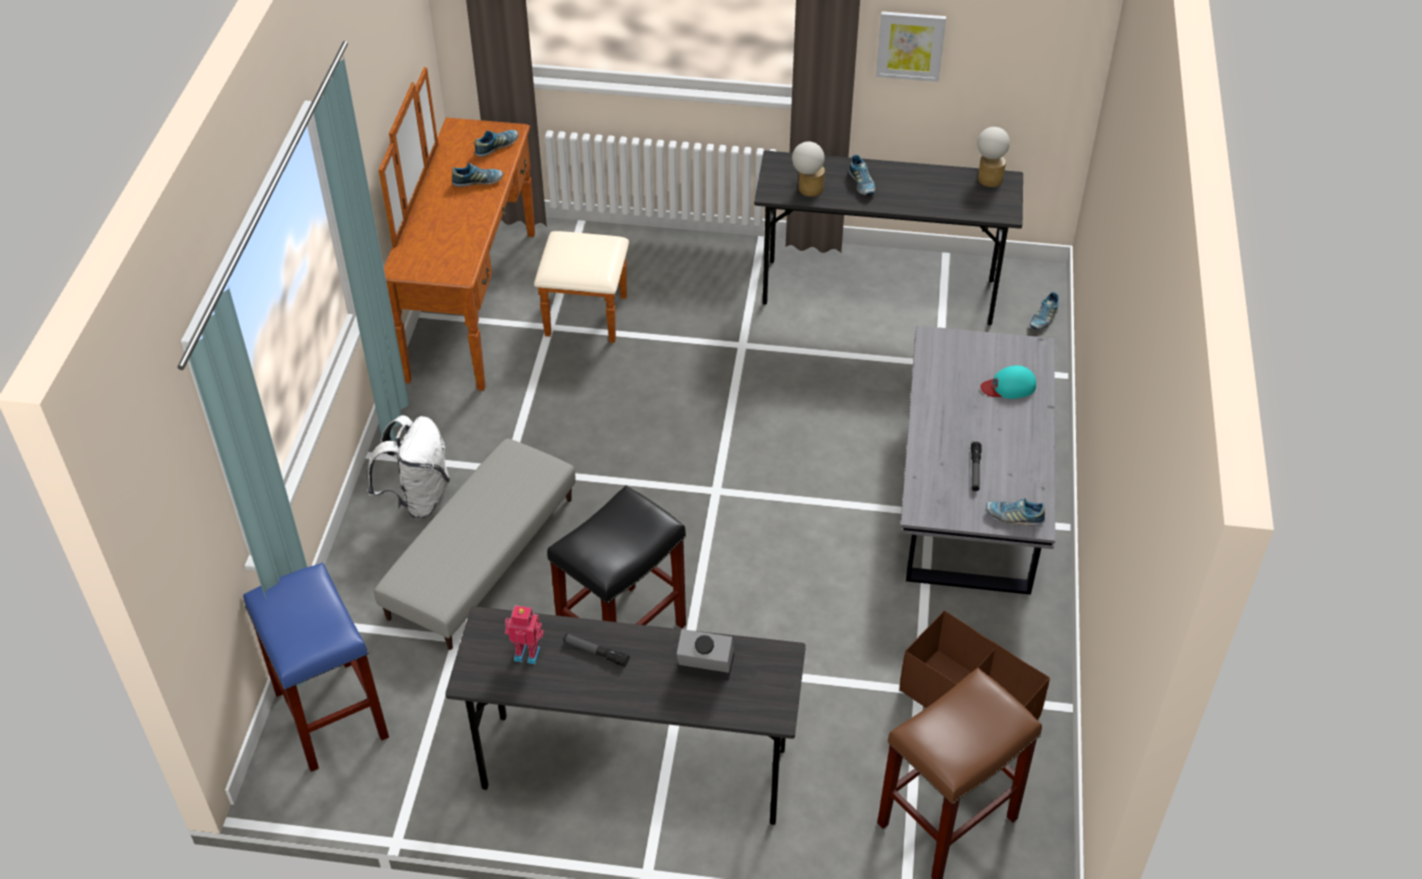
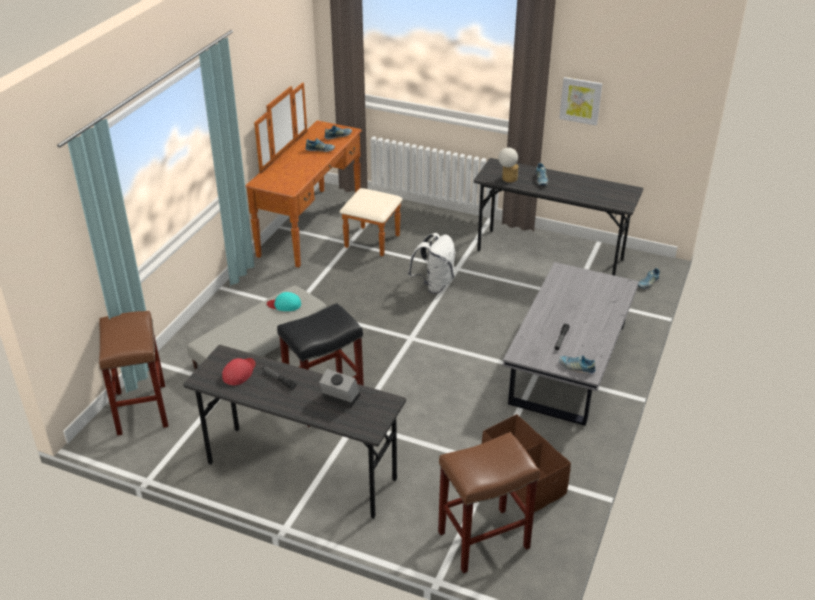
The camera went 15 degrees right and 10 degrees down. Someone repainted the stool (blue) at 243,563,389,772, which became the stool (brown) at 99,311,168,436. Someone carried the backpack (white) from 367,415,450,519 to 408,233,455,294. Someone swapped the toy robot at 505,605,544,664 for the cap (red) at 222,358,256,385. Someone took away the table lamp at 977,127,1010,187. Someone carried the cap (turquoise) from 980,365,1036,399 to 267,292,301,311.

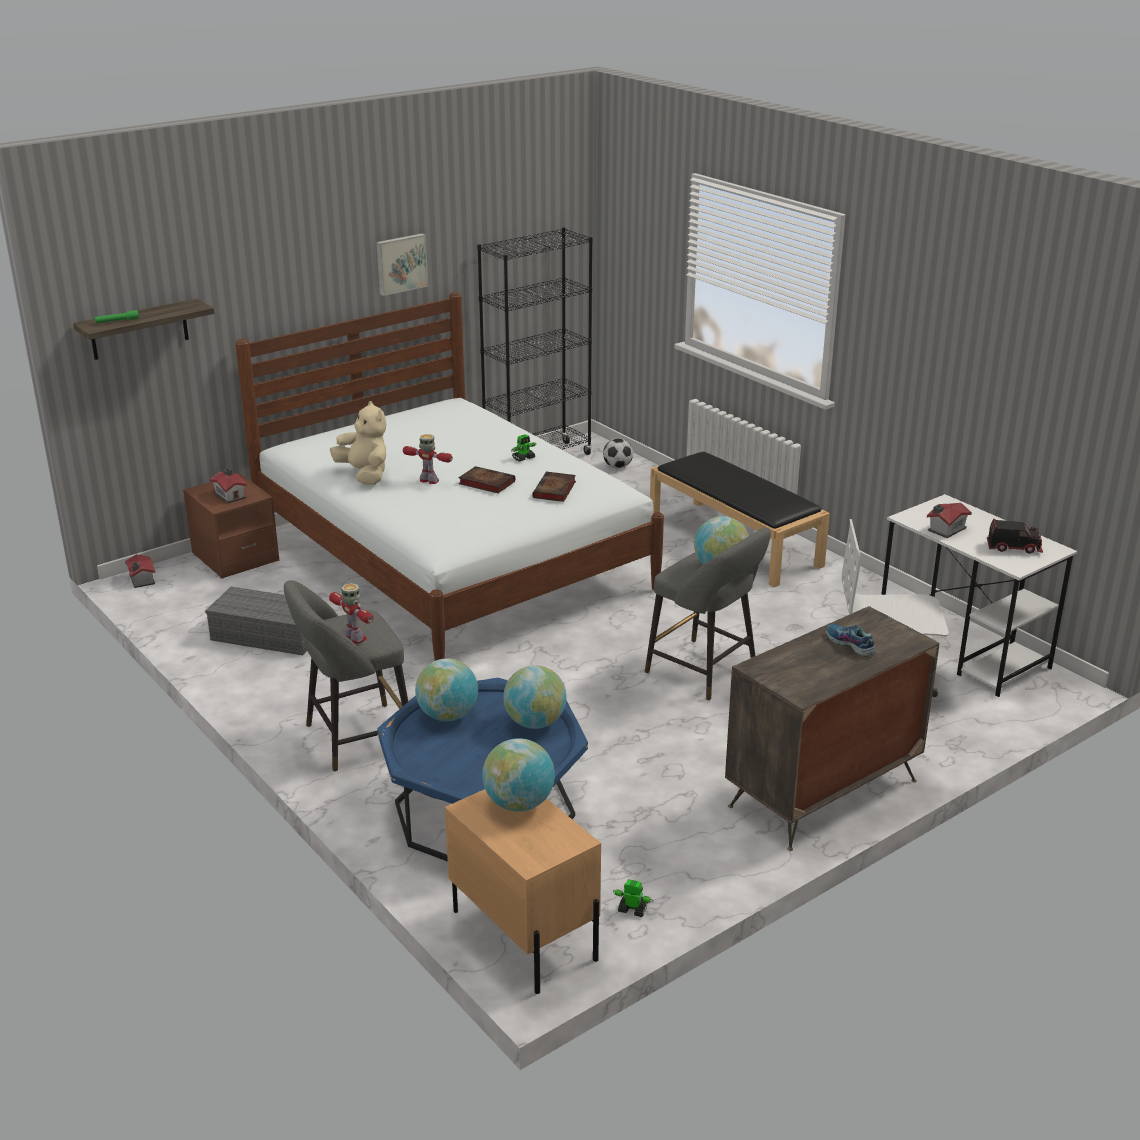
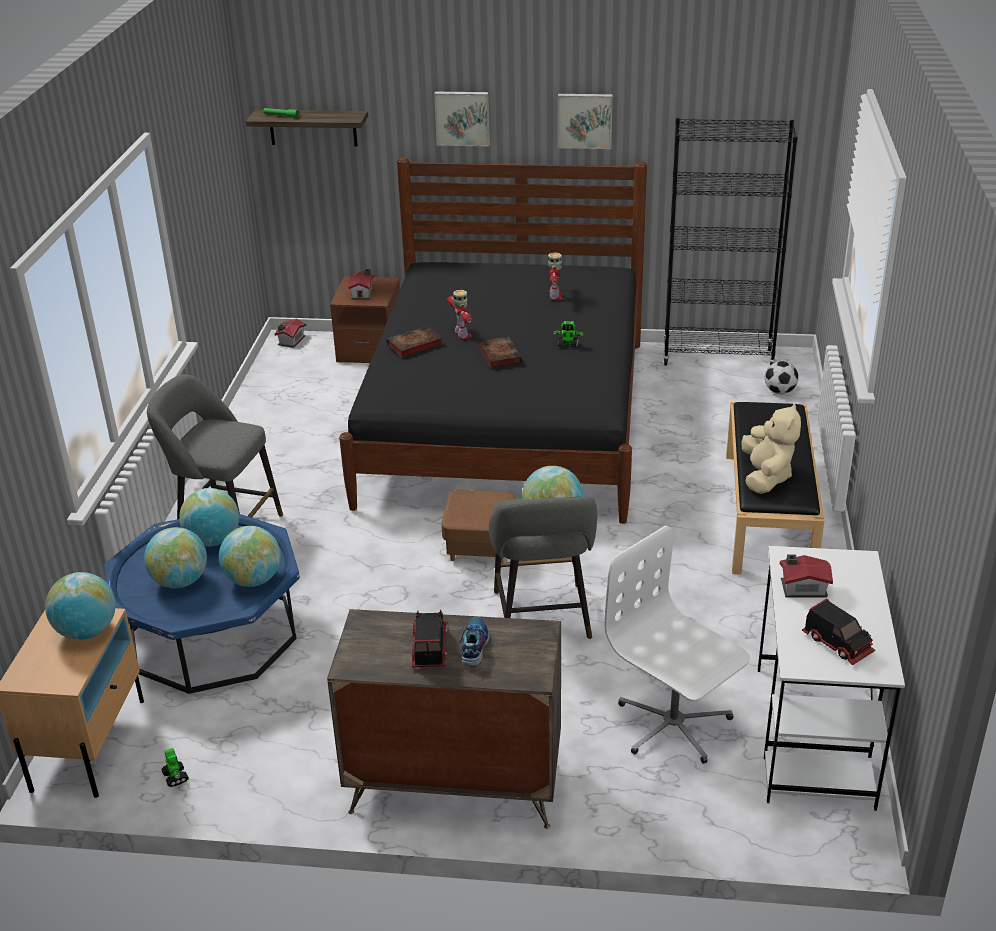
The camera went 45 degrees right and 5 degrees up. Someone took away the storage box (grey) at 205,587,307,655. Someone repainted the bed (white) at 235,292,664,661, which became the bed (black) at 339,157,647,524. Someone carried the toy robot from 329,583,373,644 to 548,252,563,300. Someone carried the plush toy (beige) from 330,401,386,485 to 741,403,801,494. Someone carried the book from 532,472,576,502 to 387,326,443,357. Someone put down the globe at 144,527,207,588. Someone put down the toy truck at 411,610,448,668. Someone put up the picture at 434,92,490,147. Someone put down the ottoman (brown) at 441,490,516,562.

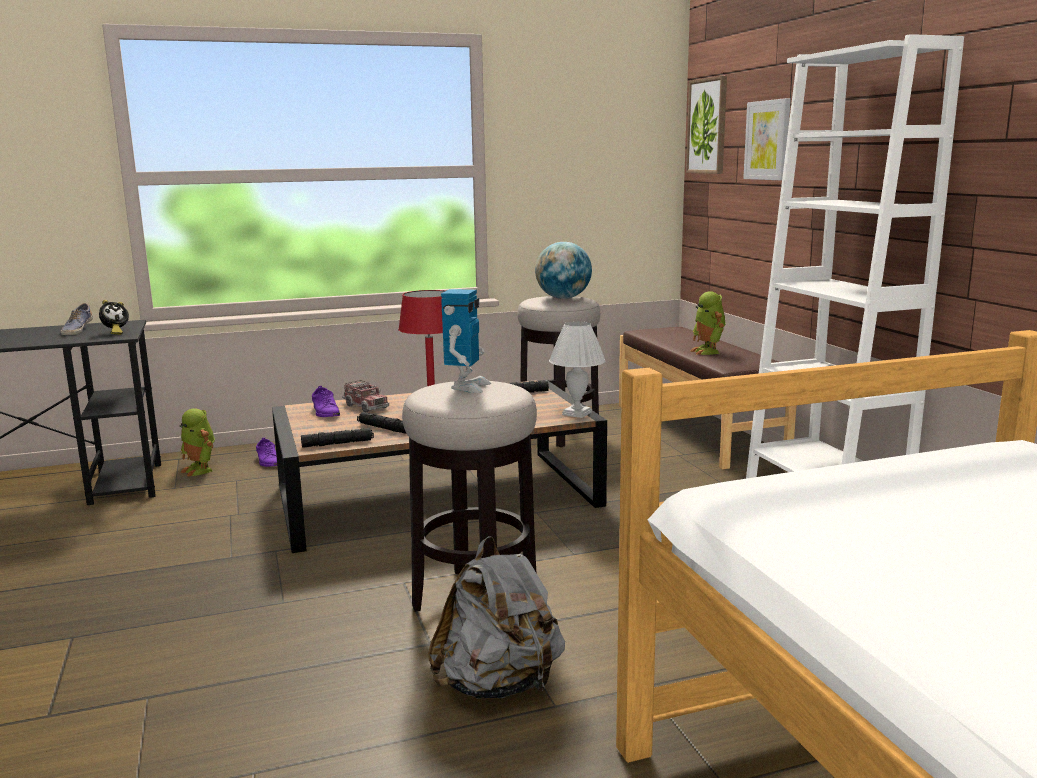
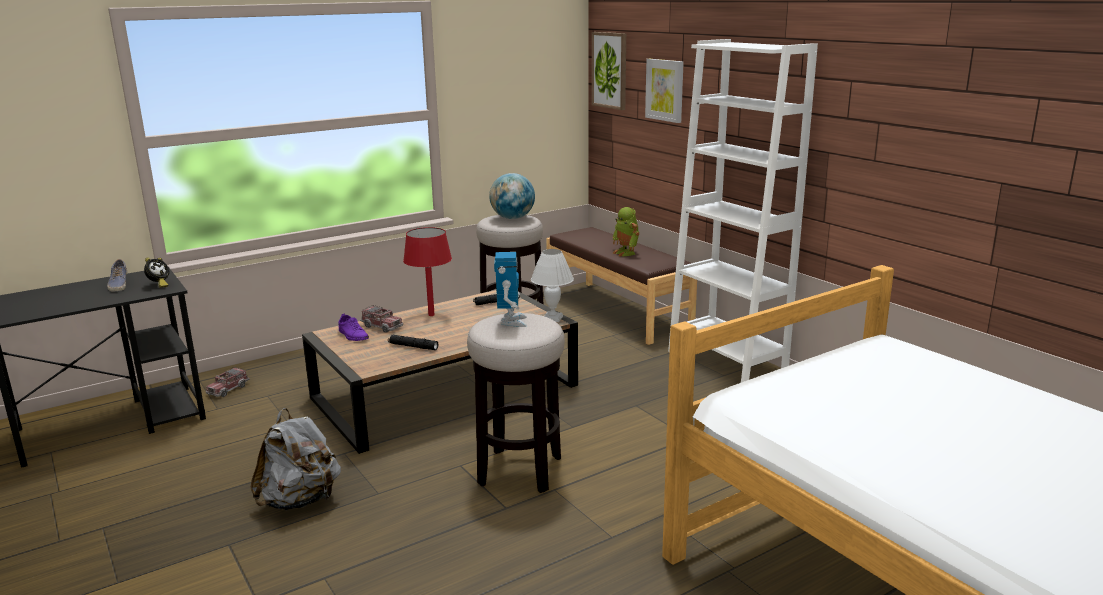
The camera went 15 degrees left and 5 degrees up. Someone swapped the toy robot at 179,408,215,476 for the toy truck at 206,367,250,397. Someone took away the shoe (purple) at 256,438,277,467. Someone took away the flashlight (black) at 301,428,374,448. Someone carried the backpack (grey) from 428,536,565,699 to 250,408,341,510.

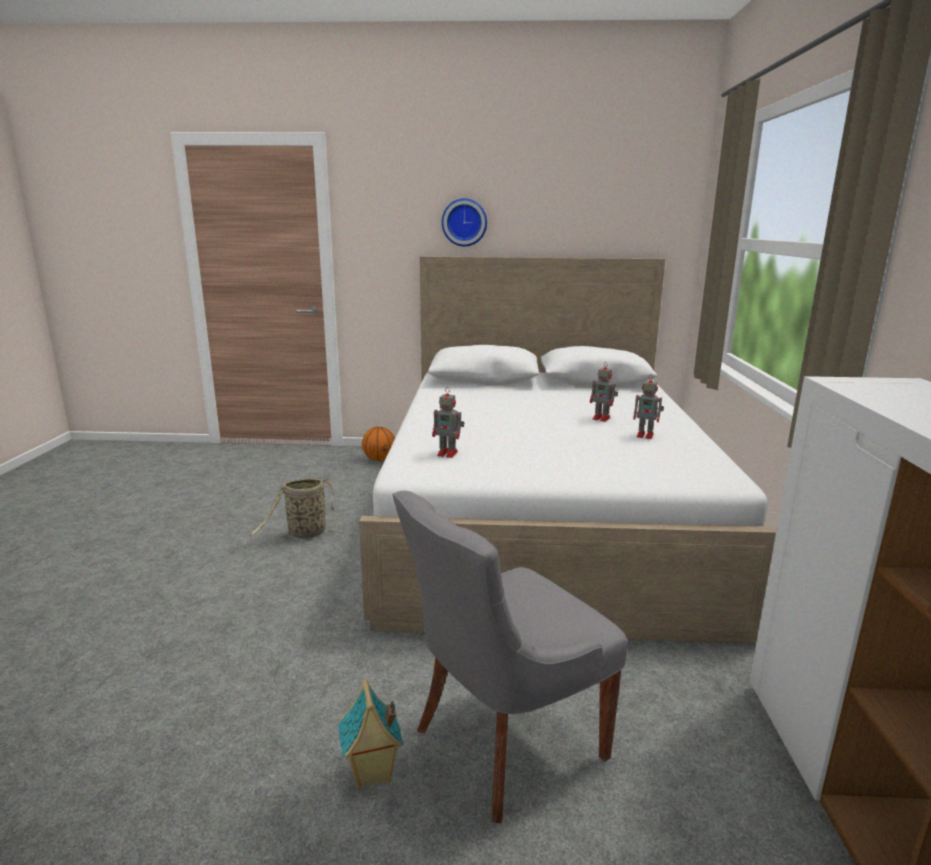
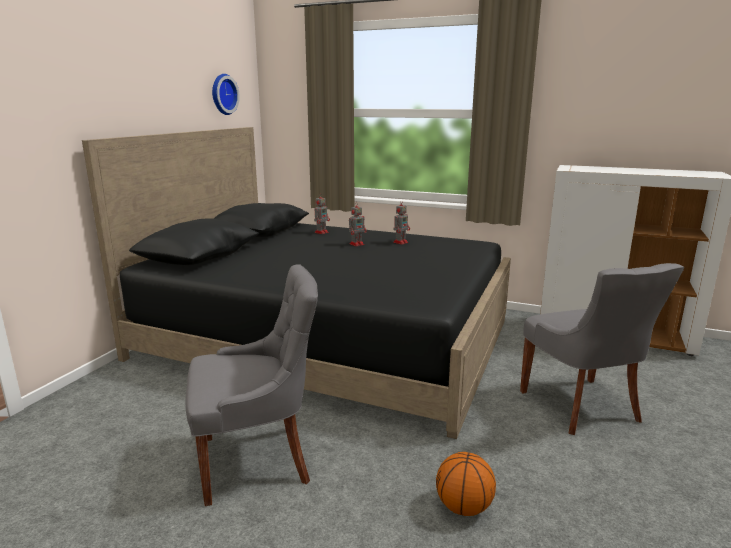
The camera went 70 degrees left and 0 degrees up. Someone swapped the basket at 249,478,345,545 for the chair (grey) at 185,264,318,506. Someone took away the toy house at 338,679,403,790. Someone repainted the bed (white) at 359,256,777,644, which became the bed (black) at 82,127,511,439. Someone carried the basketball from 362,427,395,461 to 436,452,496,516. Someone carried the toy robot from 432,387,464,458 to 314,197,330,234. Someone carried the wall clock from 442,198,487,247 to 212,74,240,115.

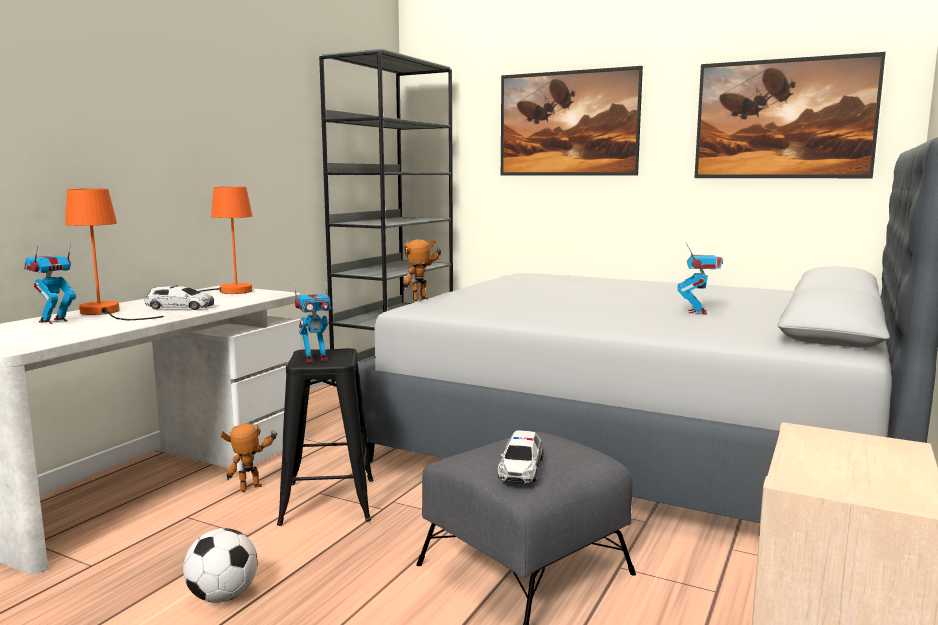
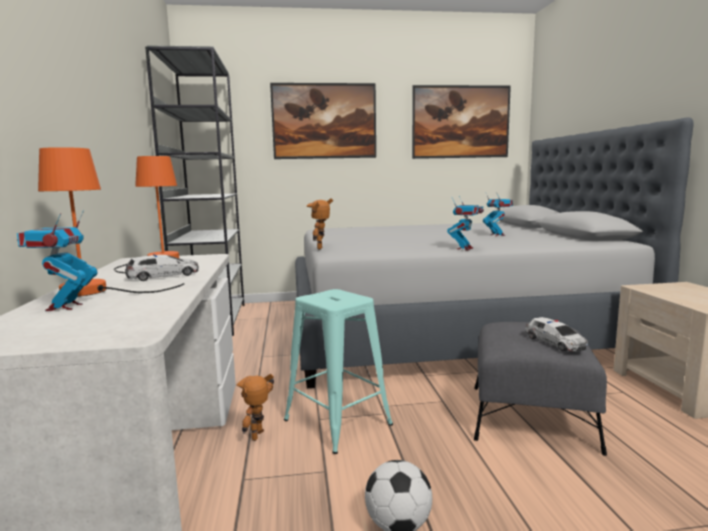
The camera went 35 degrees left and 0 degrees up. Someone repainted the stool (black) at 277,348,373,526, which became the stool (turquoise) at 284,289,393,454. Someone carried the toy robot from 294,280,332,362 to 447,196,484,250.

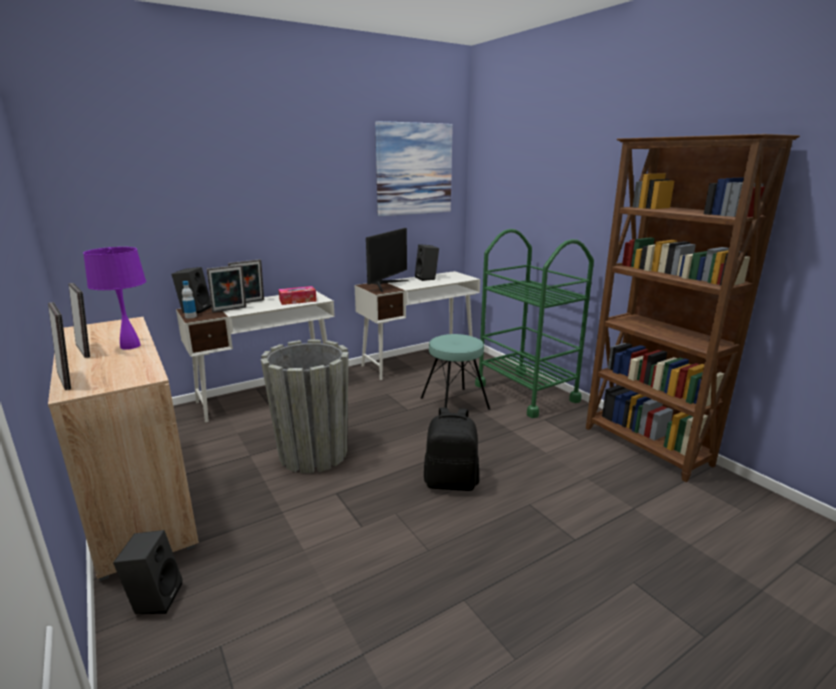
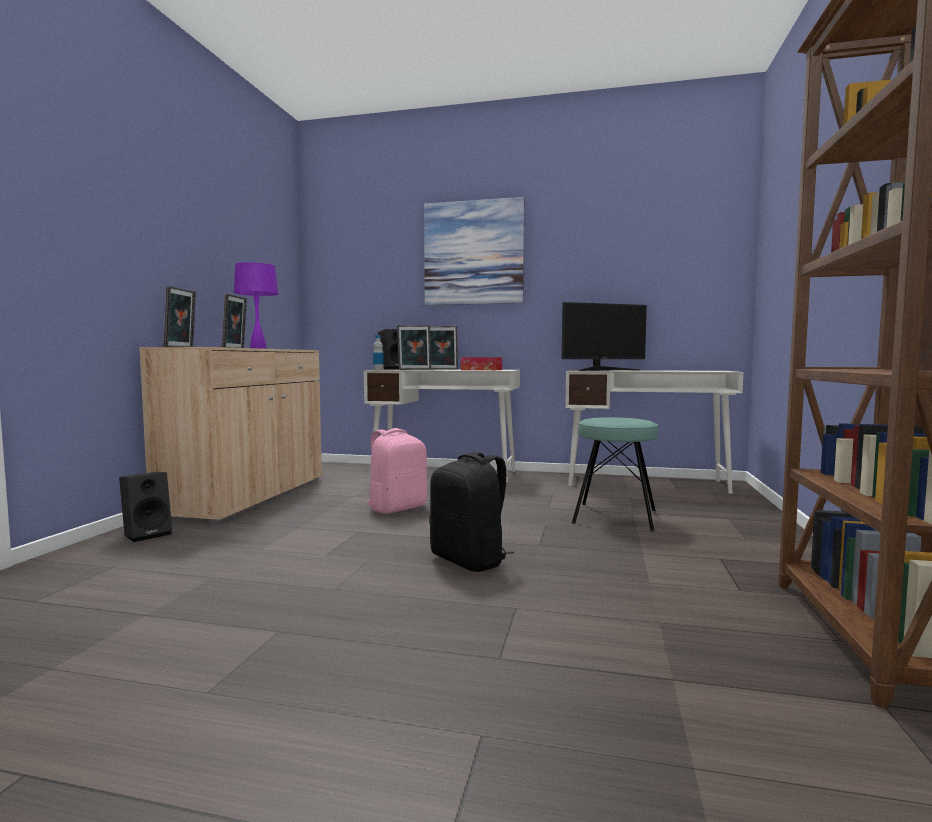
The camera went 45 degrees right and 15 degrees down. Someone swapped the planter (grey) at 260,339,349,473 for the backpack (pink) at 368,428,427,514. Someone carried the picture from 375,121,453,216 to 424,197,524,305. Someone took away the speaker (black) at 415,244,439,281. Someone took away the cart (green) at 475,229,594,418.

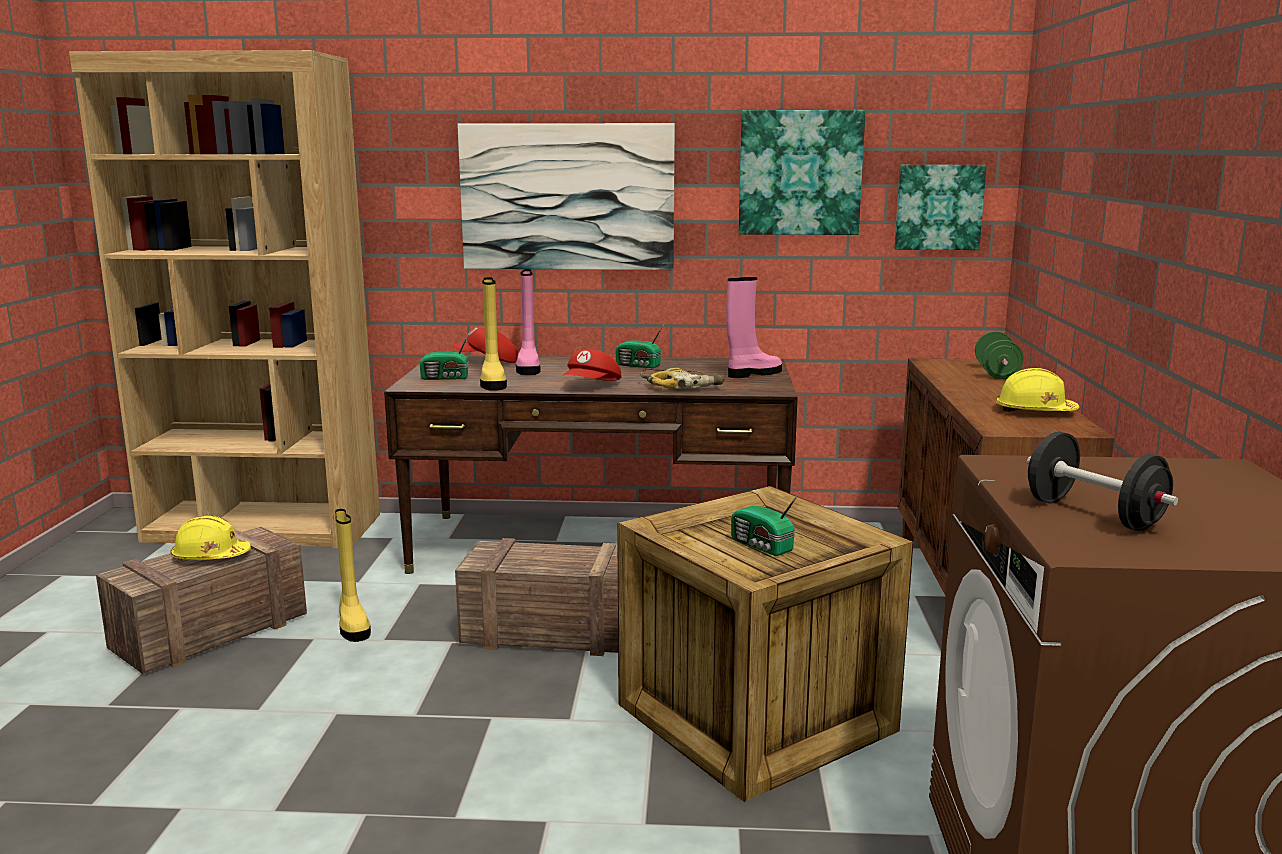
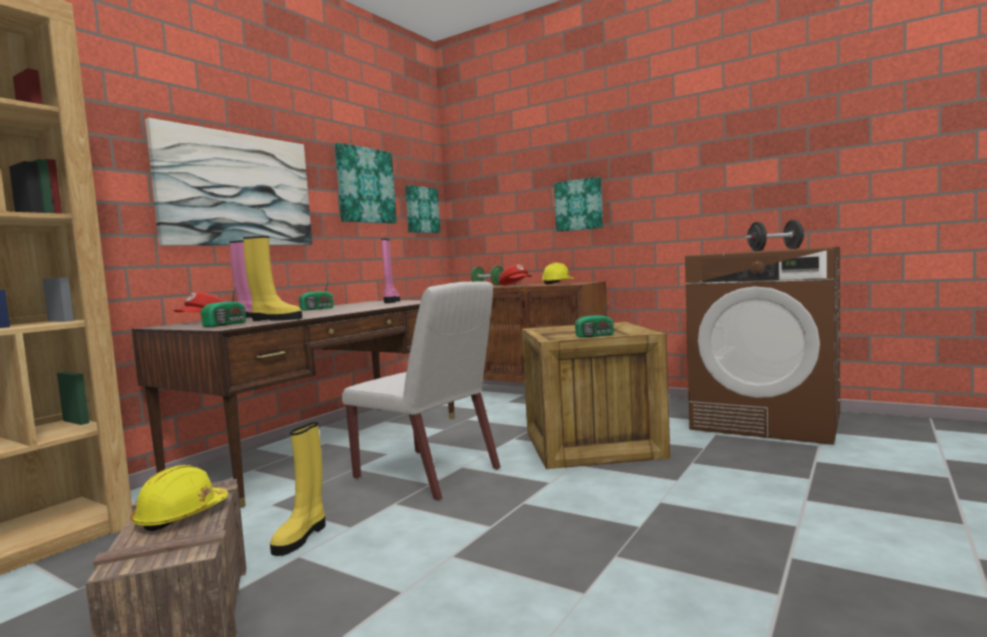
The camera went 60 degrees left and 10 degrees down. Someone rotated the boot (yellow) at 335,509,371,642 by 105 degrees clockwise. Someone swapped the crate at 455,538,618,656 for the chair (white) at 342,281,500,501. Someone carried the cap (red) from 564,349,621,381 to 499,264,532,286. Someone took away the power drill at 640,367,725,389. Someone put up the picture at 554,177,603,232.

